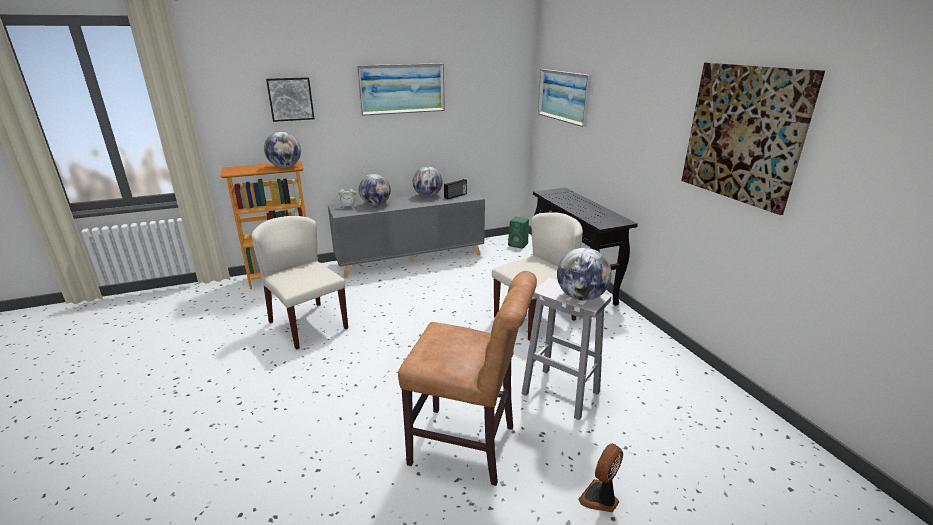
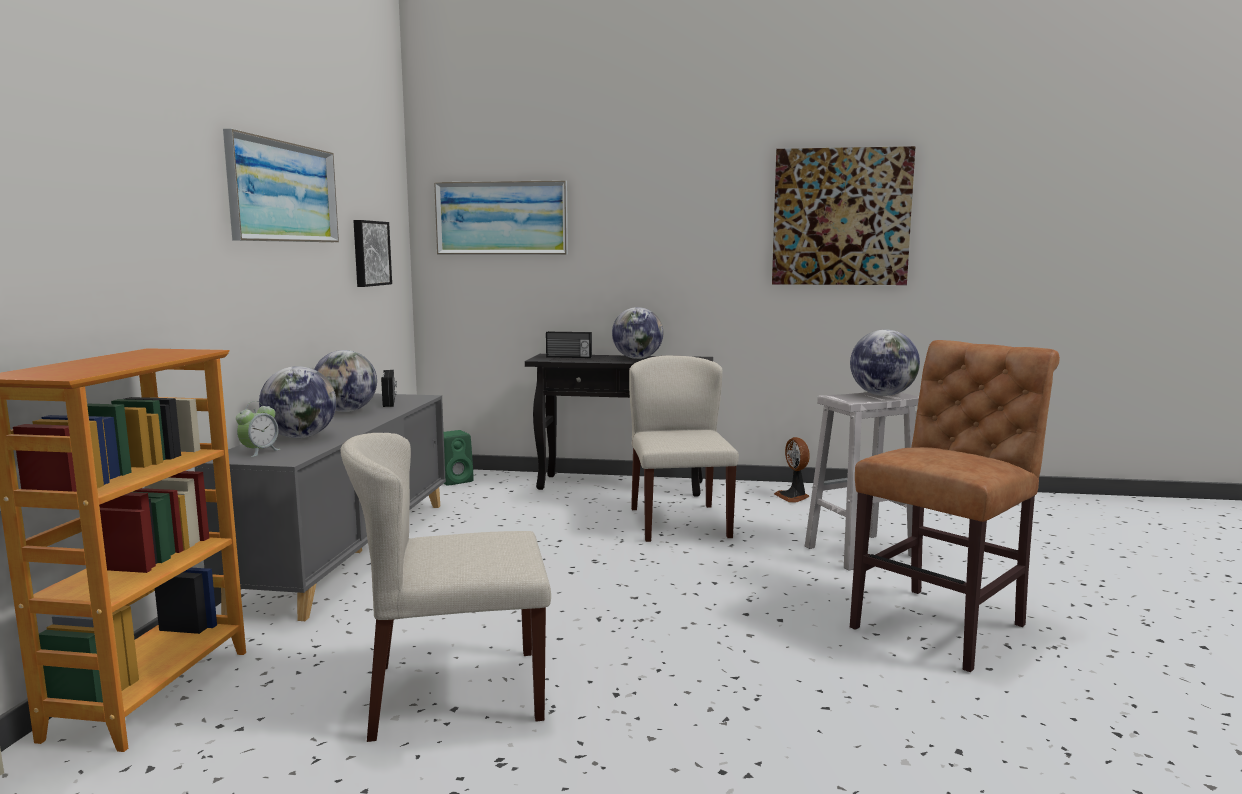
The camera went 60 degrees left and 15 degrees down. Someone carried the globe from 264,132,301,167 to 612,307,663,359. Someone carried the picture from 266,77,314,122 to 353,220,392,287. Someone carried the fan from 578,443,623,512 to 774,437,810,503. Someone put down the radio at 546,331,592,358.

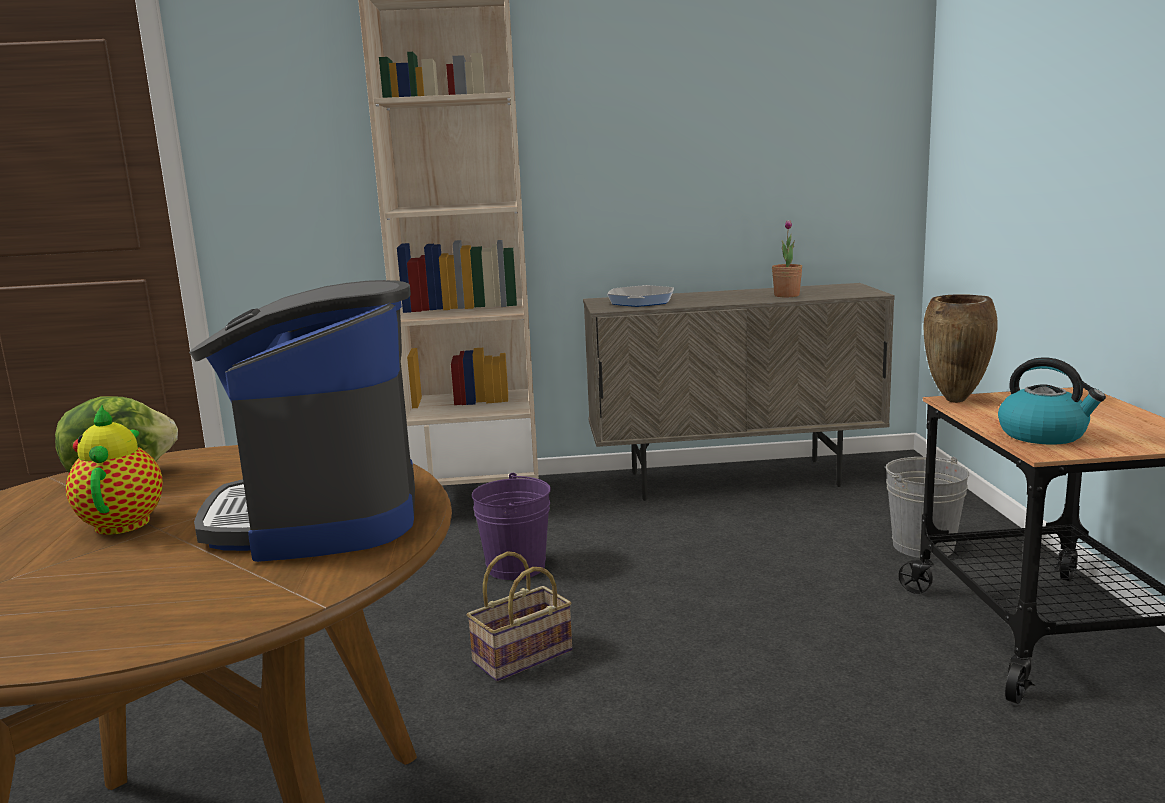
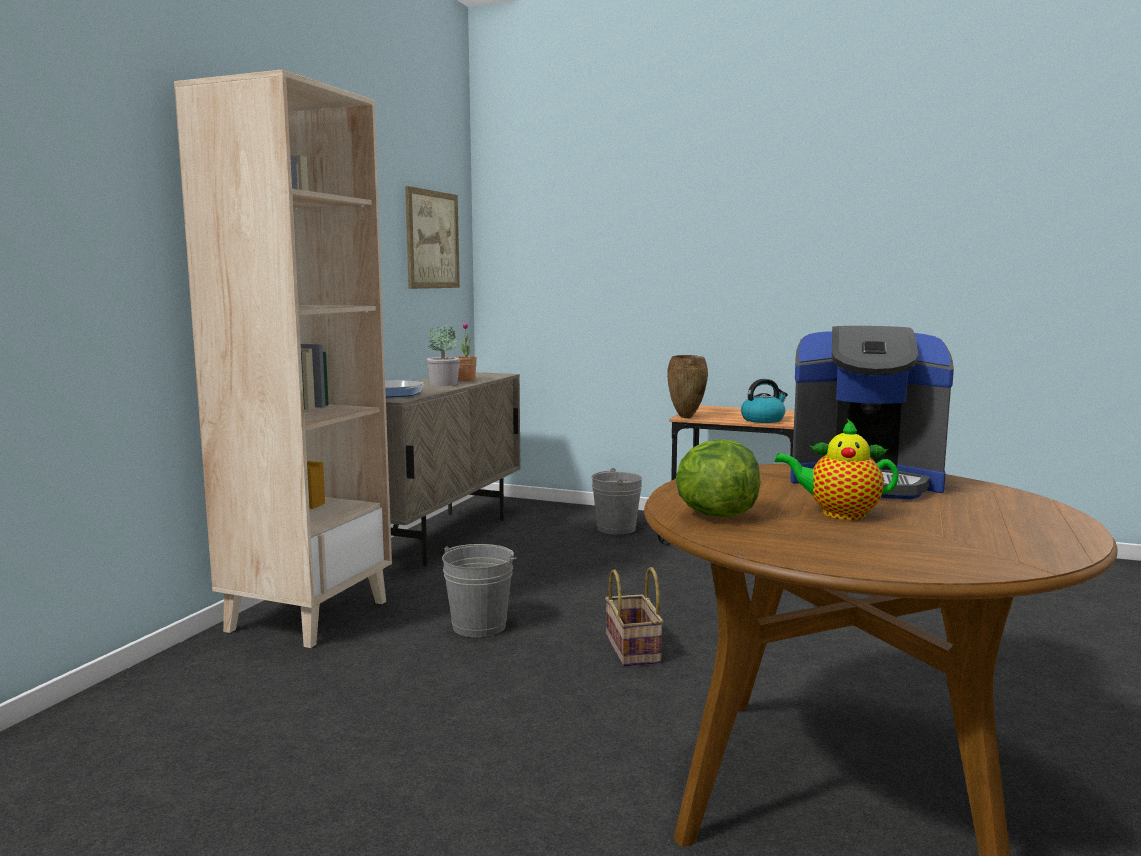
The camera went 65 degrees left and 5 degrees down. Someone repainted the bucket (purple) at 472,473,551,580, which became the bucket (grey) at 442,544,516,637. Someone put up the picture at 405,186,460,289. Someone put down the potted plant at 426,324,460,386.

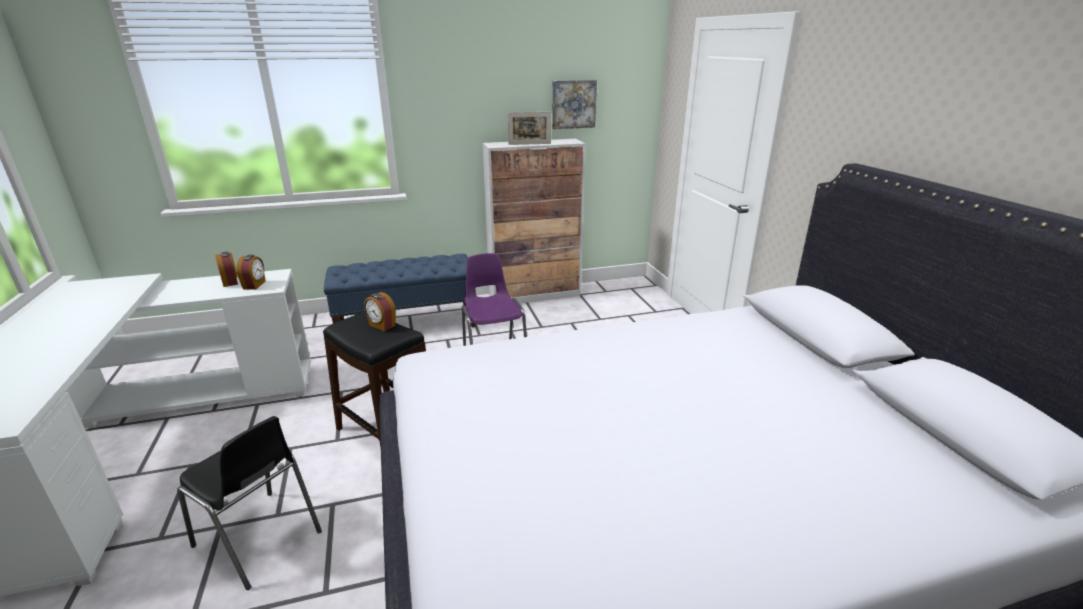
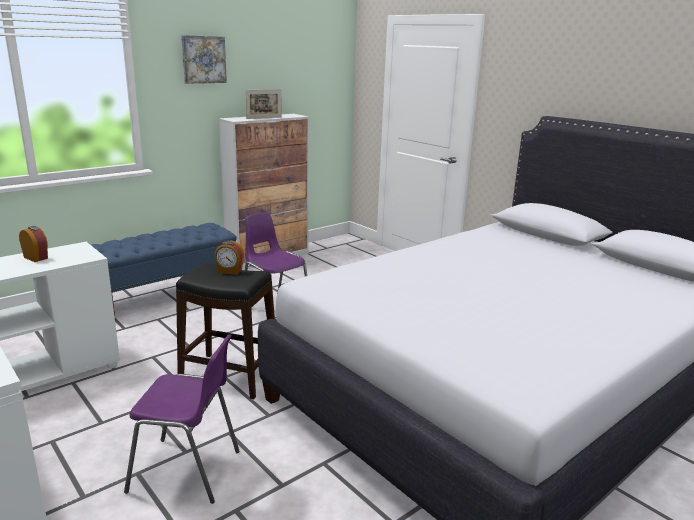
The camera went 25 degrees left and 5 degrees down. Someone repainted the chair (black) at 177,416,322,590, which became the chair (purple) at 124,335,240,504. Someone took away the alarm clock at 236,255,266,290. Someone carried the picture from 552,80,597,129 to 181,35,227,84.

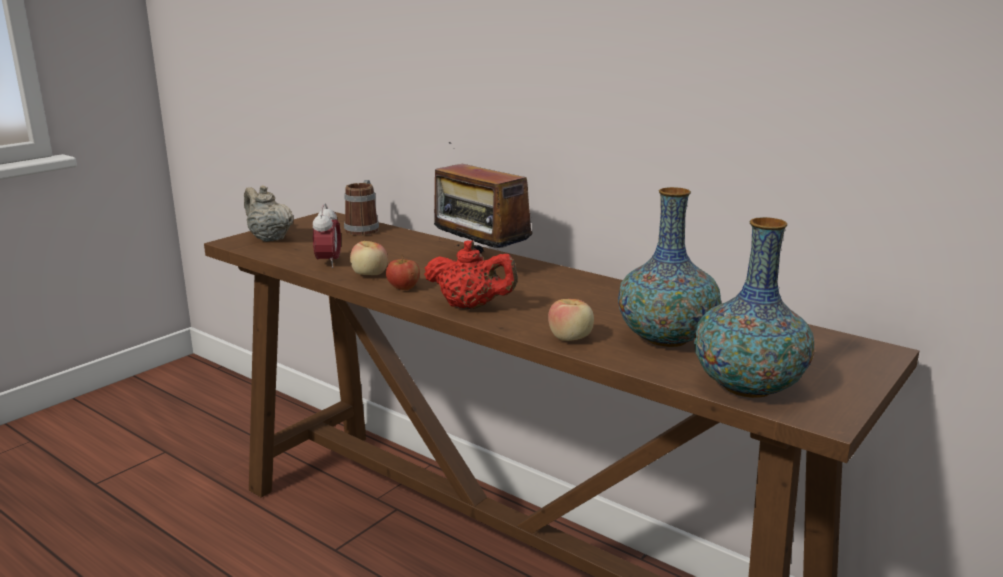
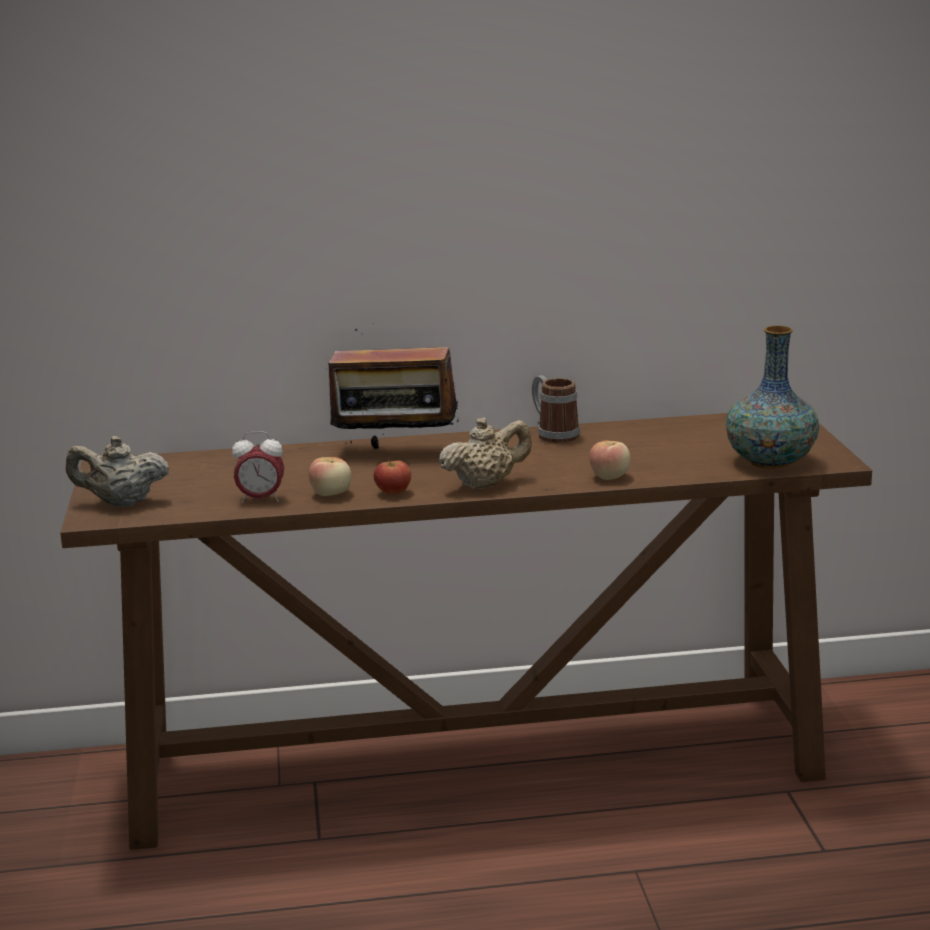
The camera went 45 degrees left and 0 degrees up. Someone rotated the alarm clock at 313,203,341,268 by 135 degrees clockwise. Someone carried the mug from 344,180,379,236 to 532,375,580,443. Someone repainted the teapot (red) at 424,241,518,309, which became the teapot (beige) at 439,417,532,489. Someone took away the vase at 618,187,721,347.

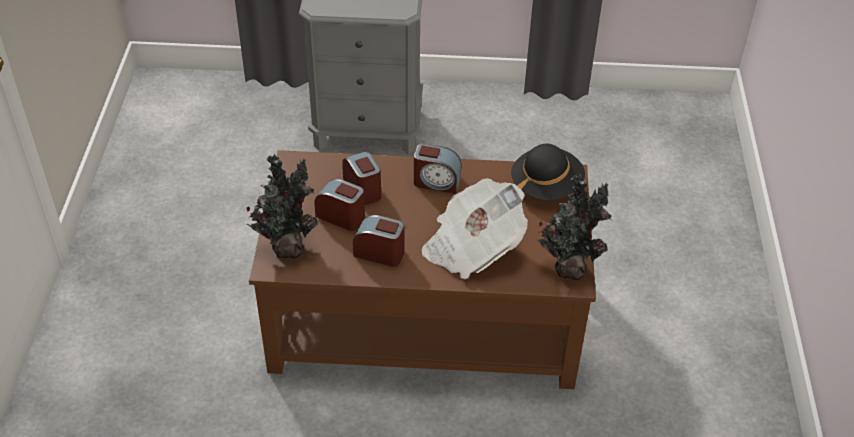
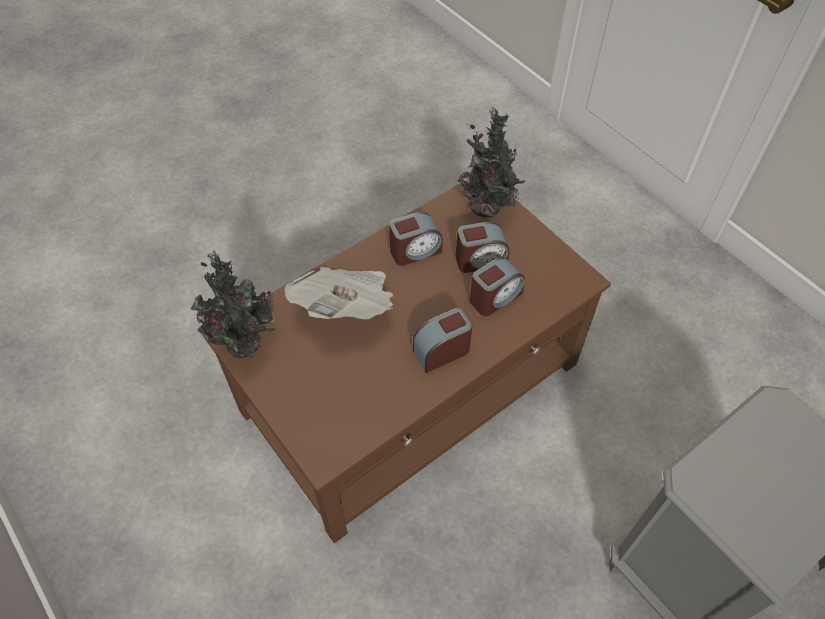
The camera went 140 degrees right and 10 degrees up. Someone rotated the alarm clock at 342,151,381,205 by 60 degrees counterclockwise. Someone took away the hat (black) at 511,144,585,200.

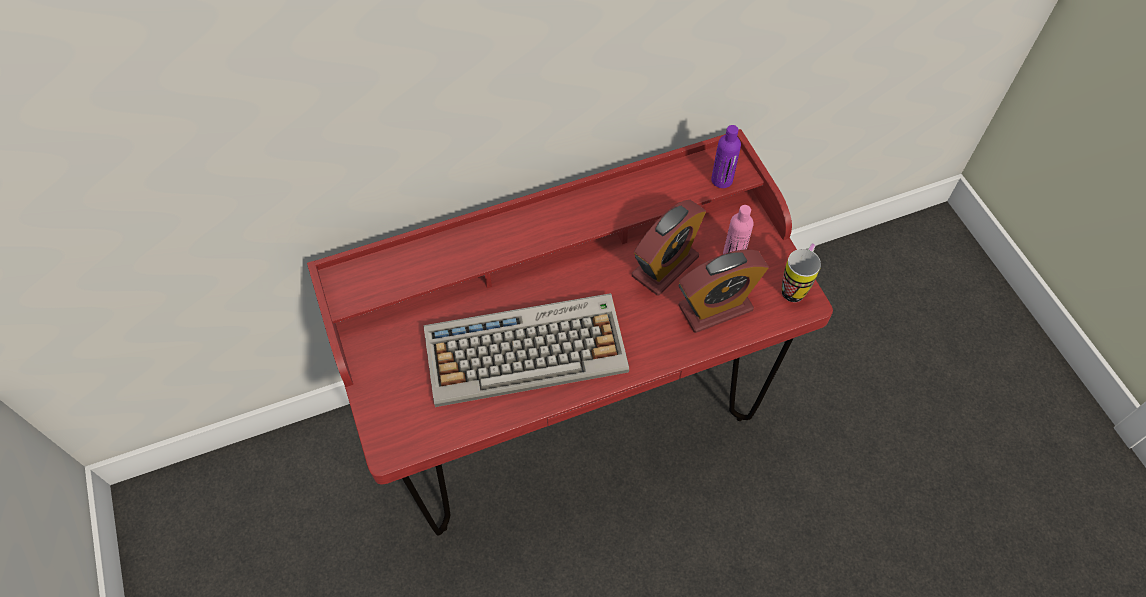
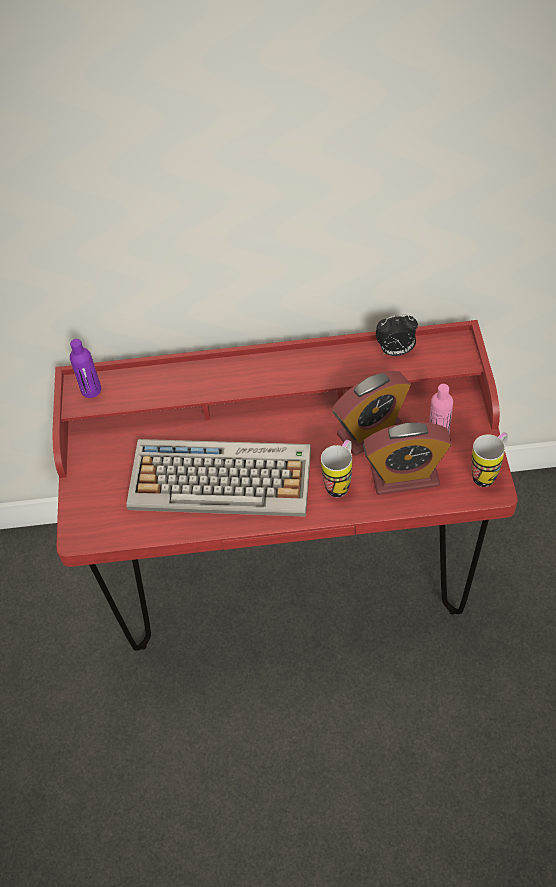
The camera went 20 degrees right and 5 degrees down. Someone carried the bottle (purple) from 711,125,741,188 to 70,339,101,398. Someone put down the mug at 321,440,352,497. Someone put down the alarm clock at 376,314,418,356.

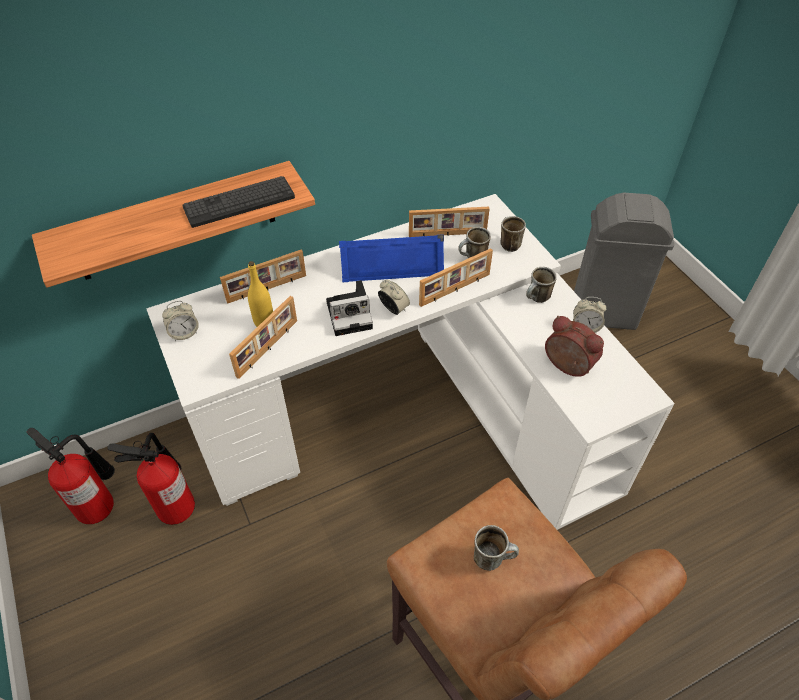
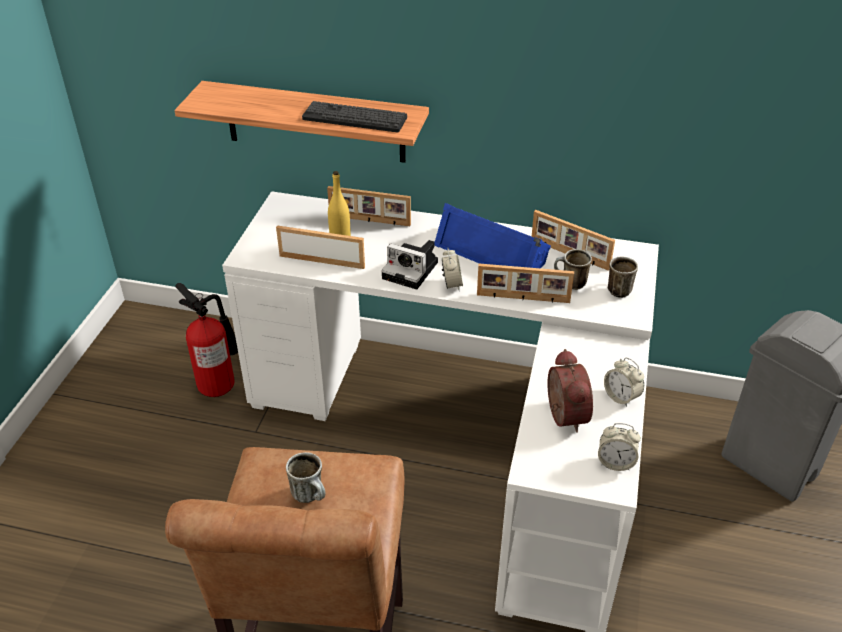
The camera went 40 degrees right and 10 degrees down. Someone took away the fire extinguisher at 27,428,115,524. Someone carried the alarm clock from 162,301,199,341 to 598,423,641,471. Someone rotated the picture frame at 229,296,297,379 by 150 degrees counterclockwise. Someone took away the mug at 526,267,557,303.

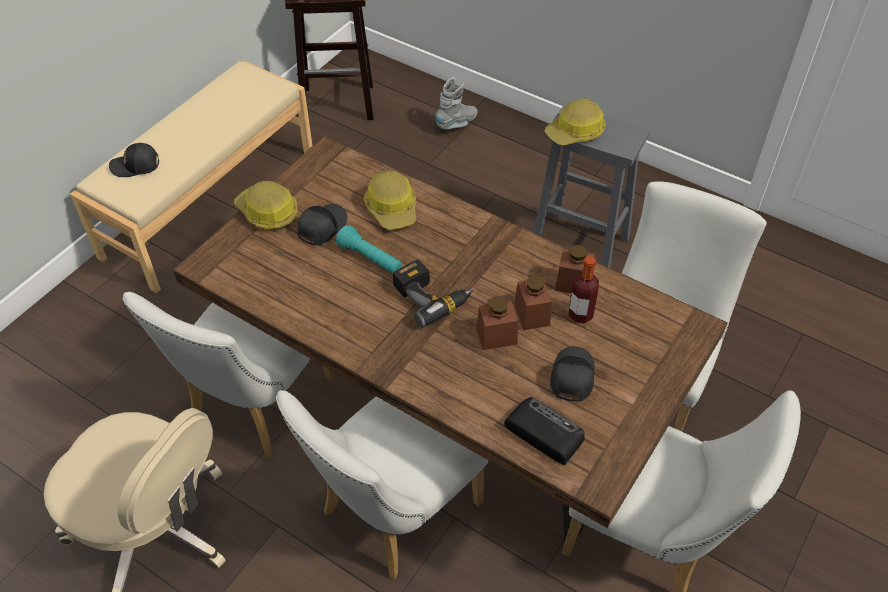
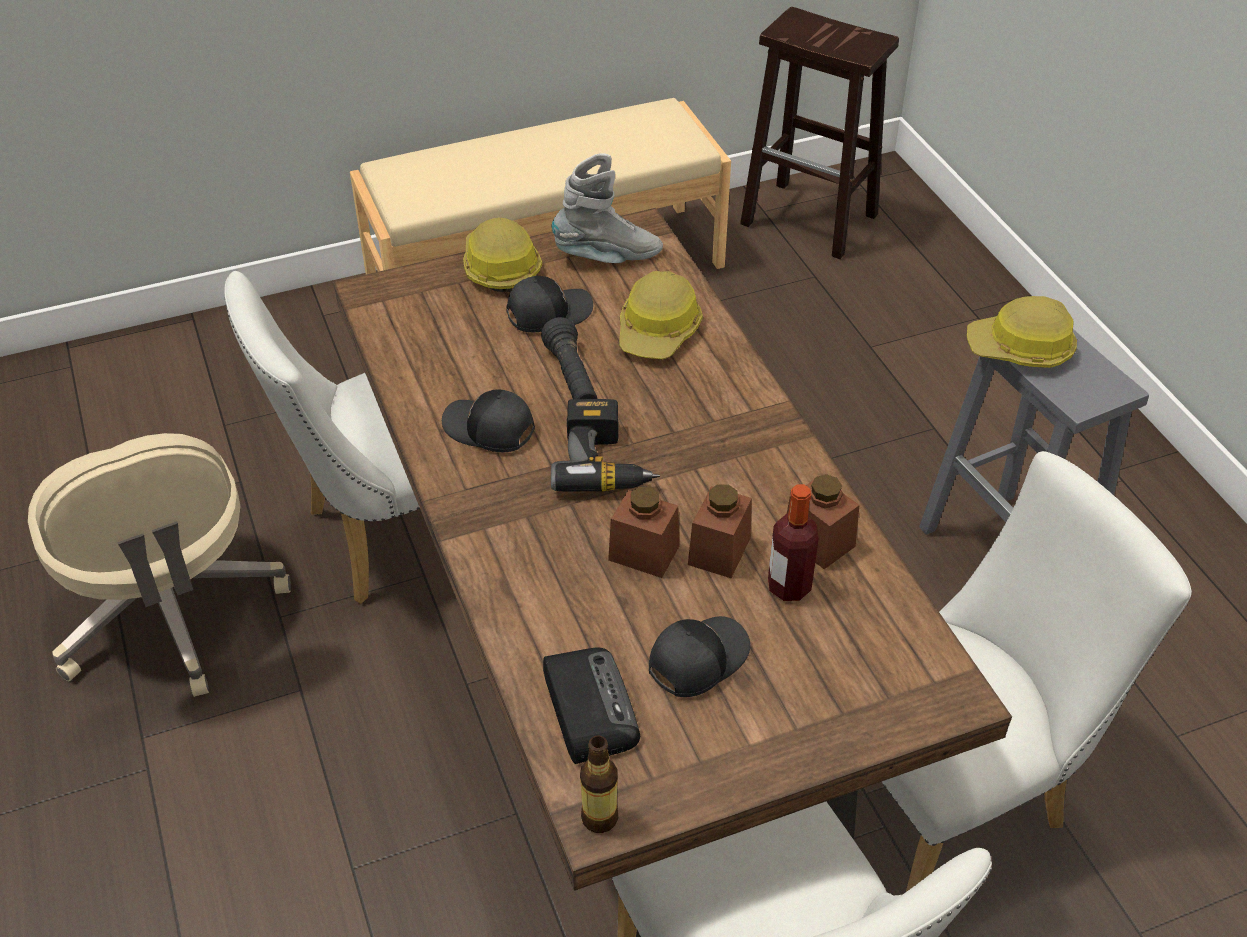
The camera went 35 degrees right and 5 degrees down. Someone carried the cap (black) from 109,143,159,177 to 442,389,535,452. Someone took away the chair (white) at 276,390,488,579. Someone repainted the flashlight (turquoise) at 336,226,402,274, which became the flashlight (black) at 541,317,597,399. Someone carried the boot (grey) from 435,77,478,129 to 552,154,663,263. Someone put down the bottle at 580,735,618,833.

